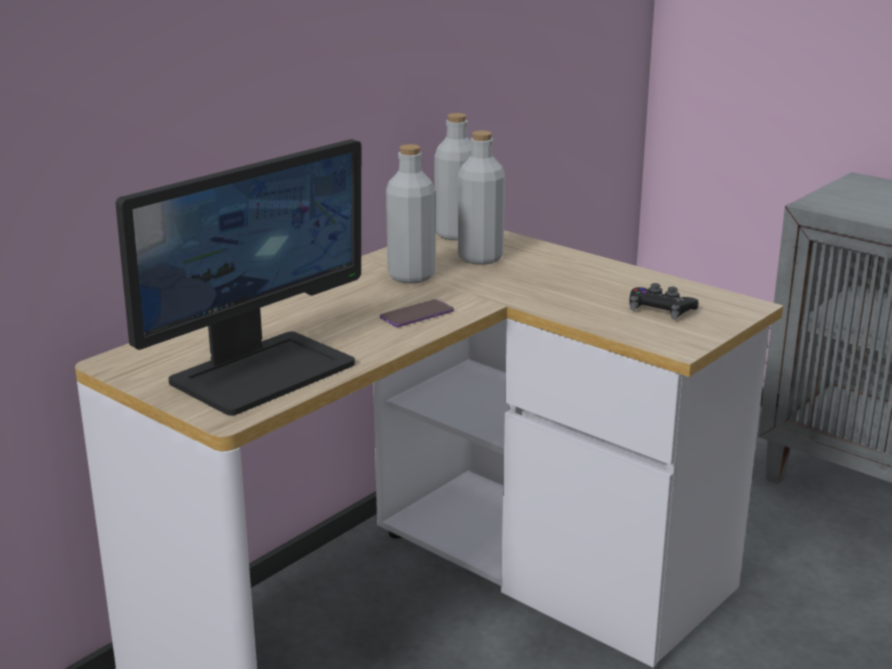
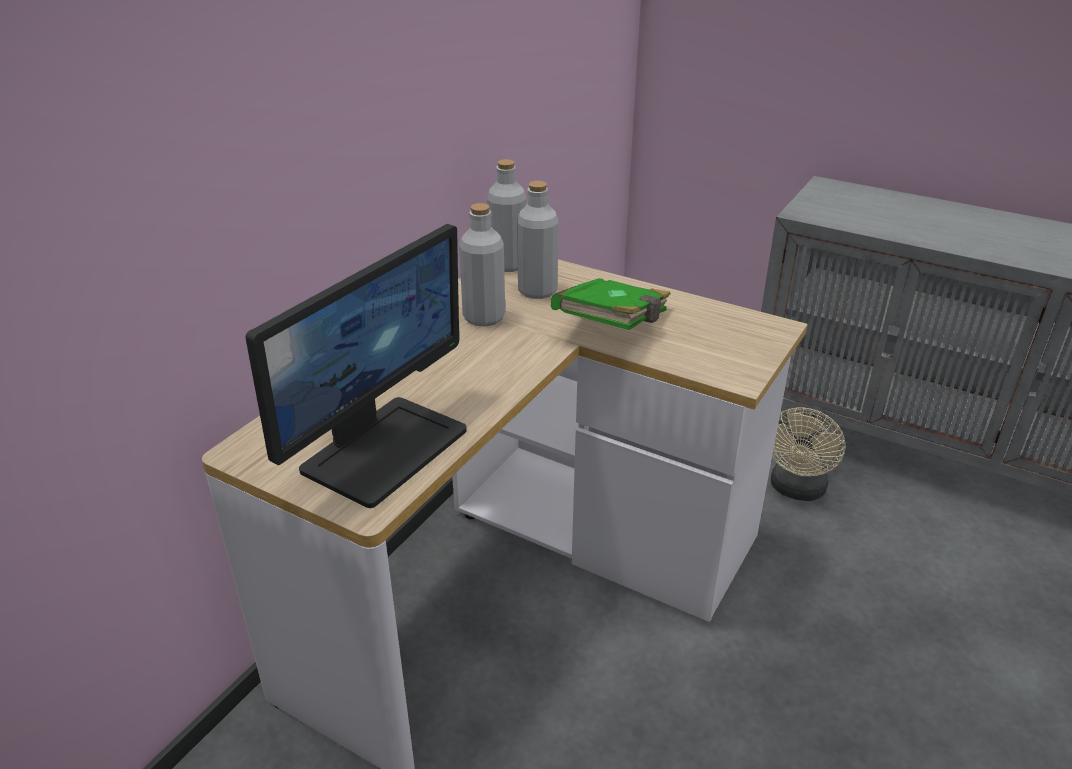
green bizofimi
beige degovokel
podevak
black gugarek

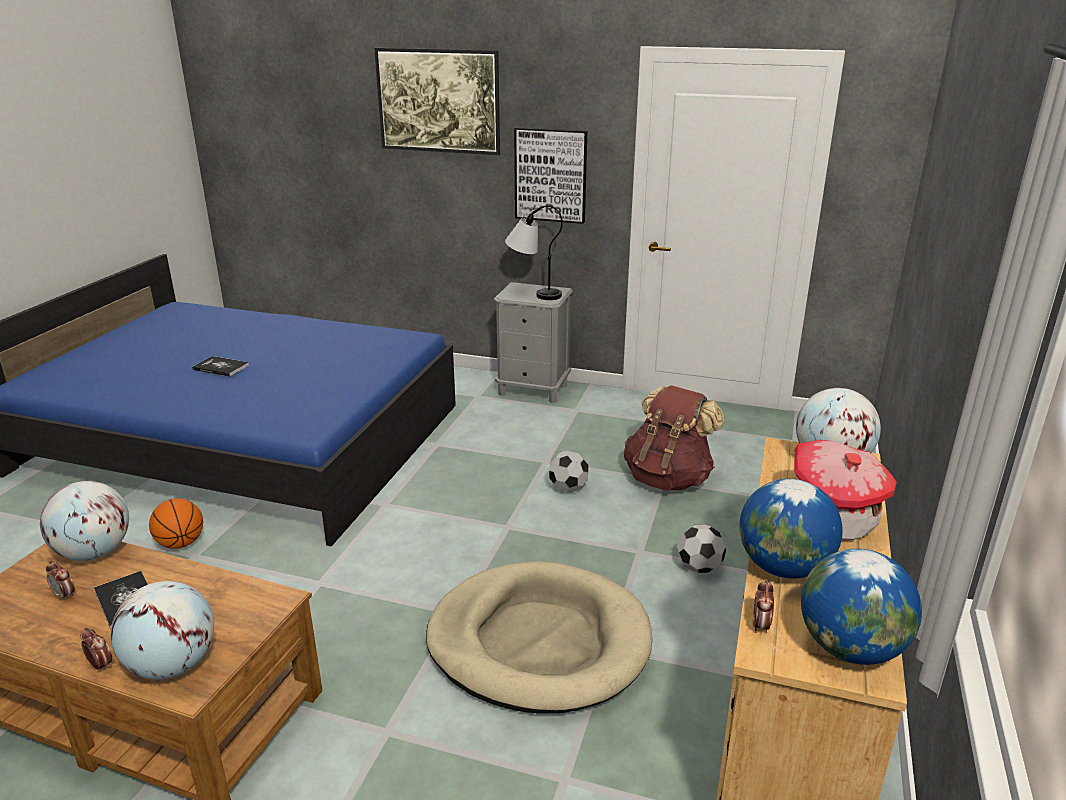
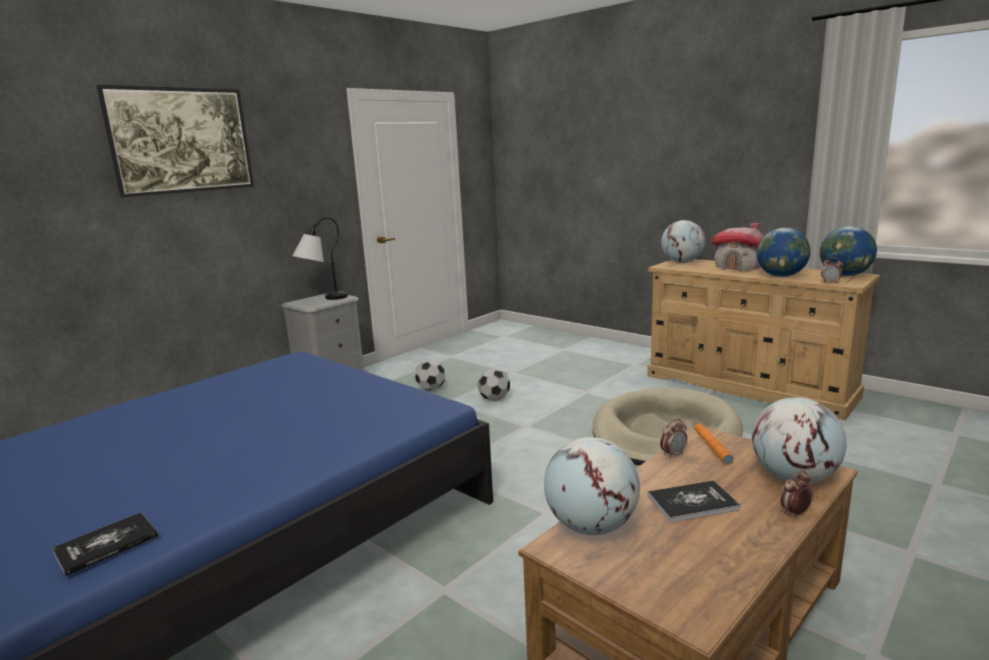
bizofimi (no. 1 from left)
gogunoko (no. 1 from left)
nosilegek (no. 1 from left)
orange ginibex
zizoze
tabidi (no. 2 from left in the first image)
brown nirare

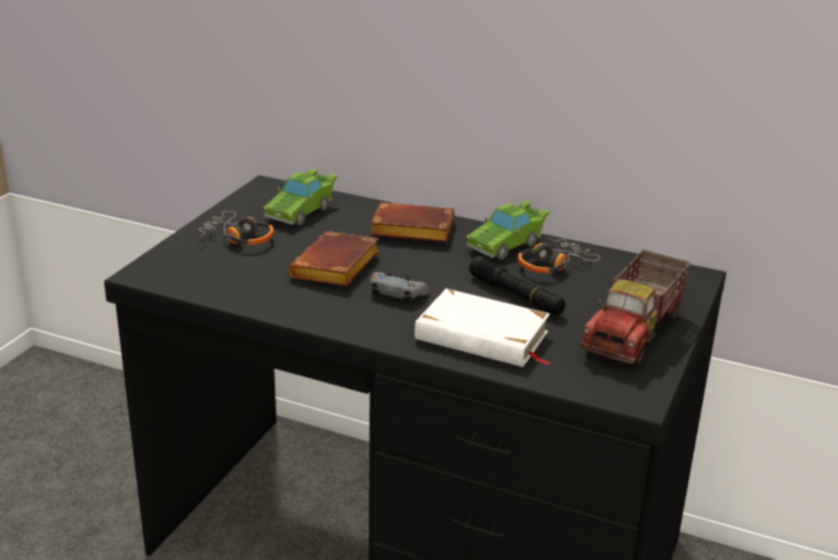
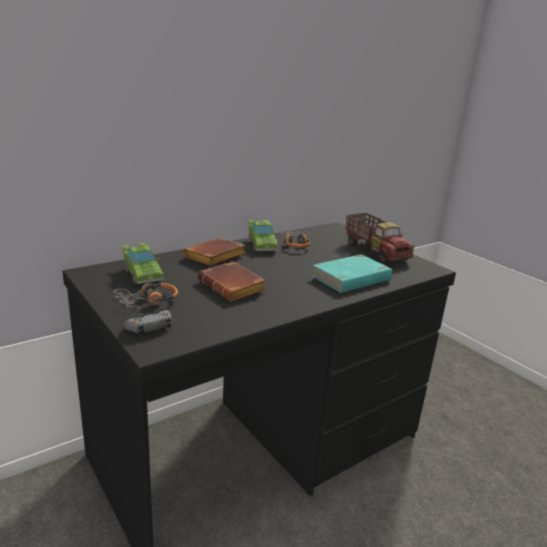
grey gugarek
turquoise bizofimi
black ginibex

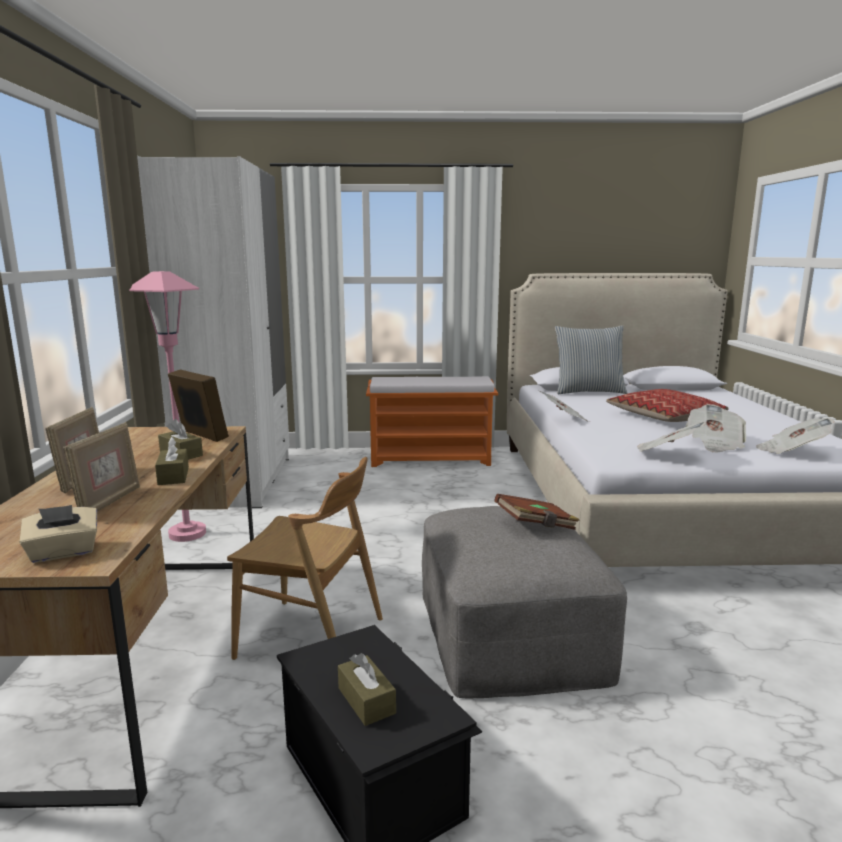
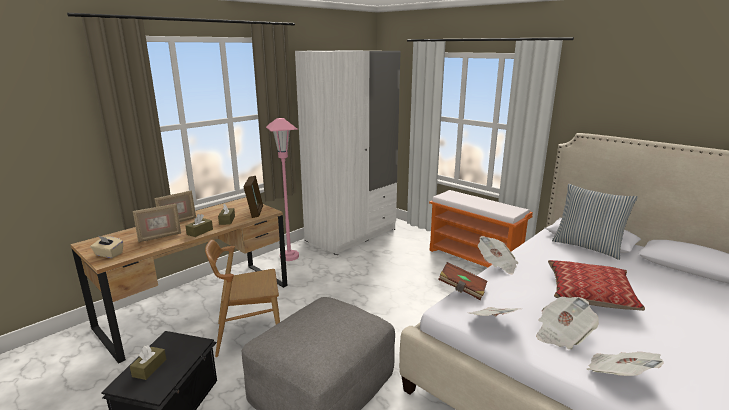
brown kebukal
brown bizofimi

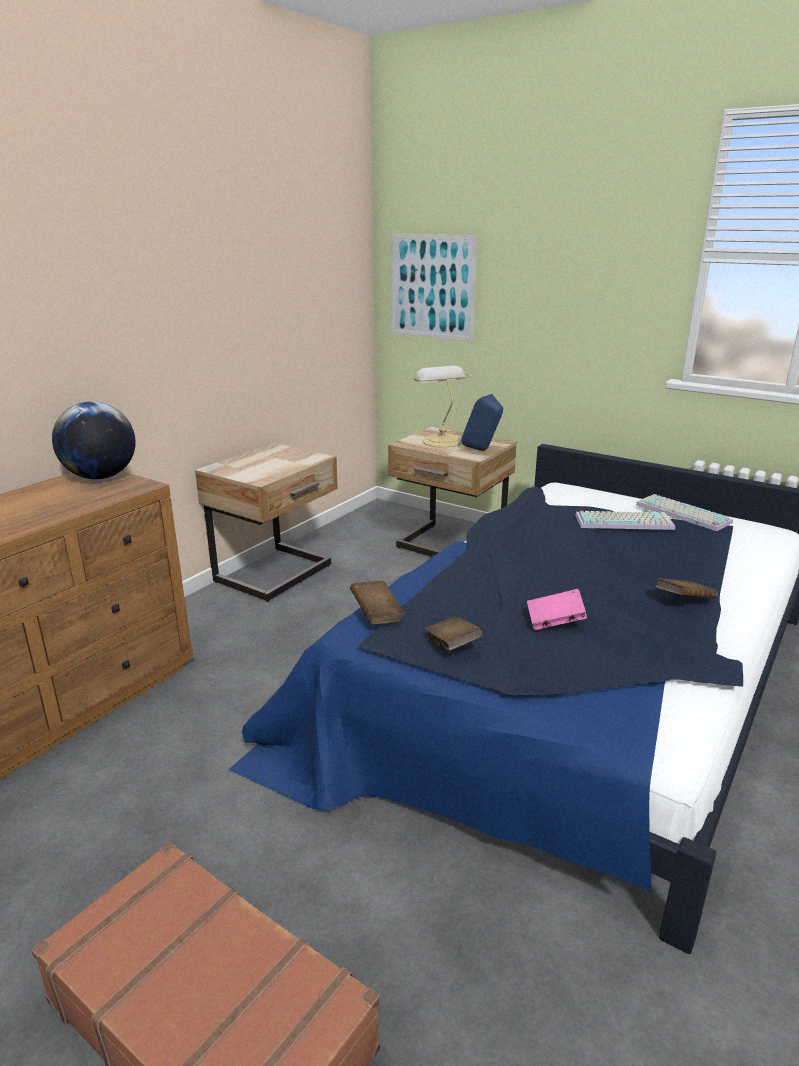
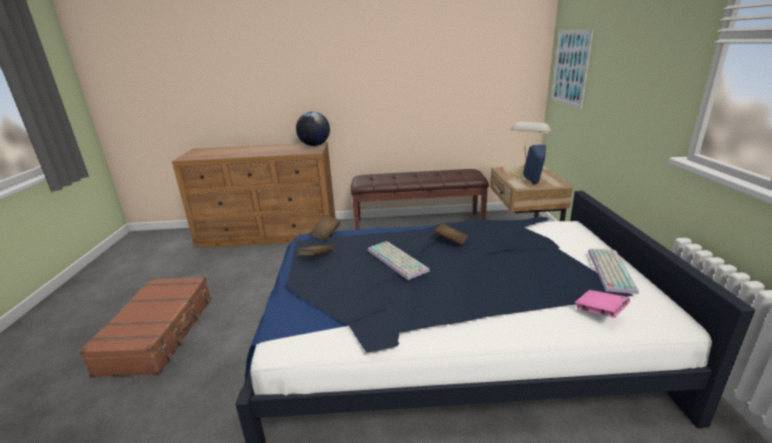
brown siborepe
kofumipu (no. 1 from left)
brown bizofimi (no. 3 from left)
pink bizofimi

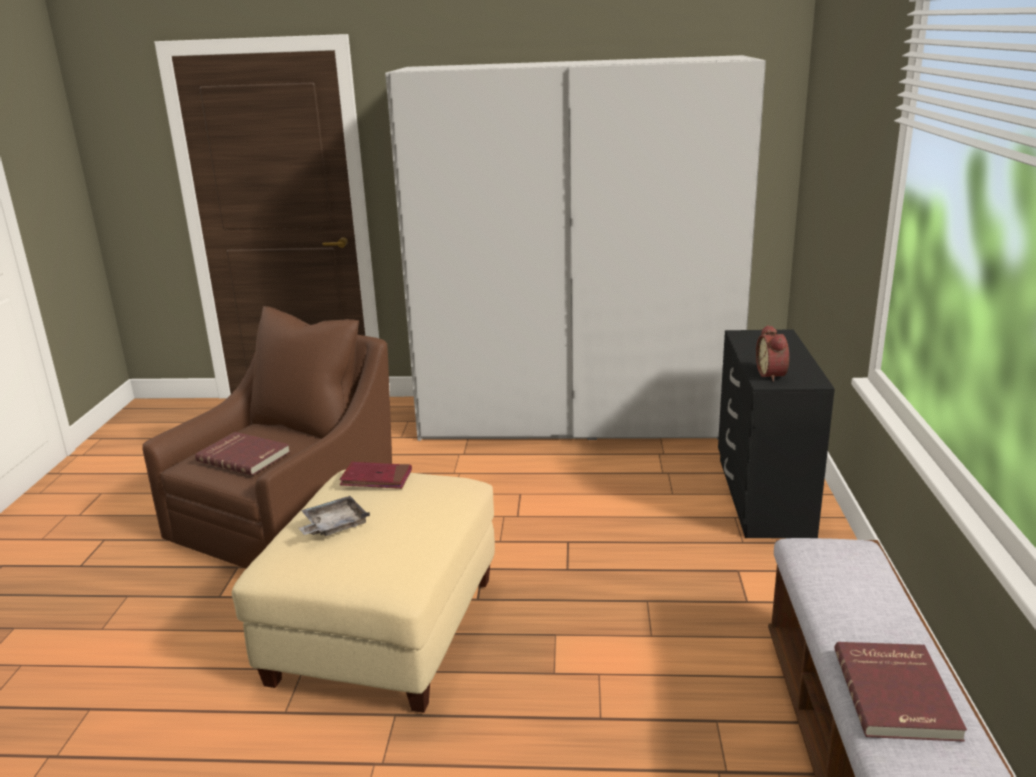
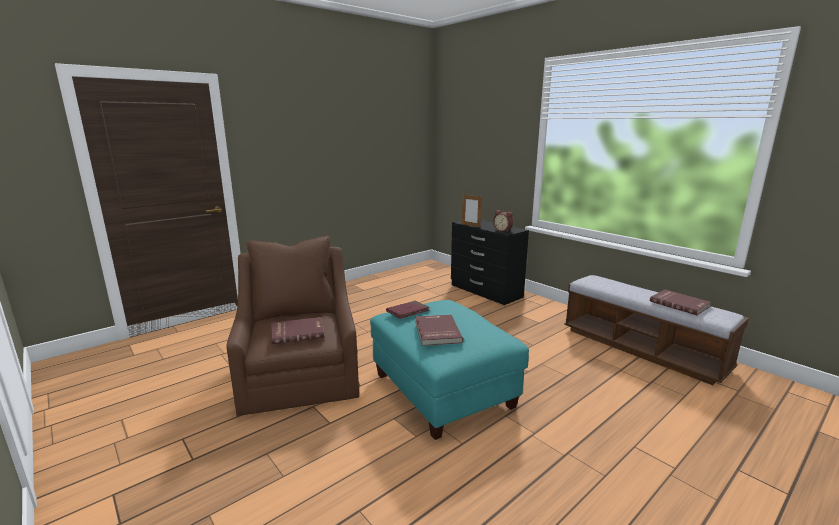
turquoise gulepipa
red bizofimi (no. 3 from left)
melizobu
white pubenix

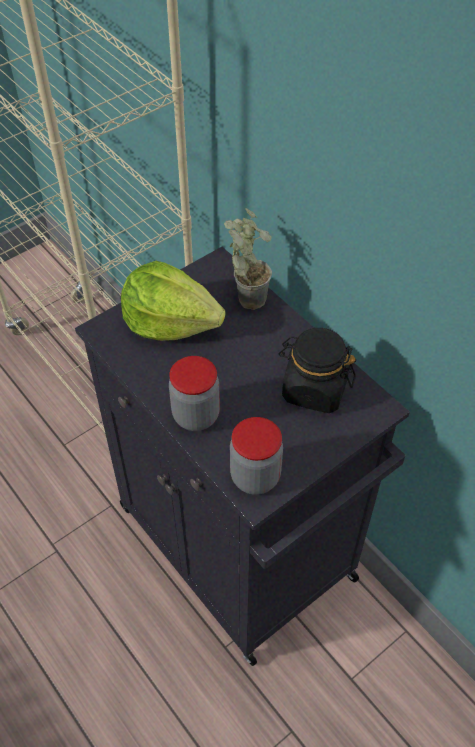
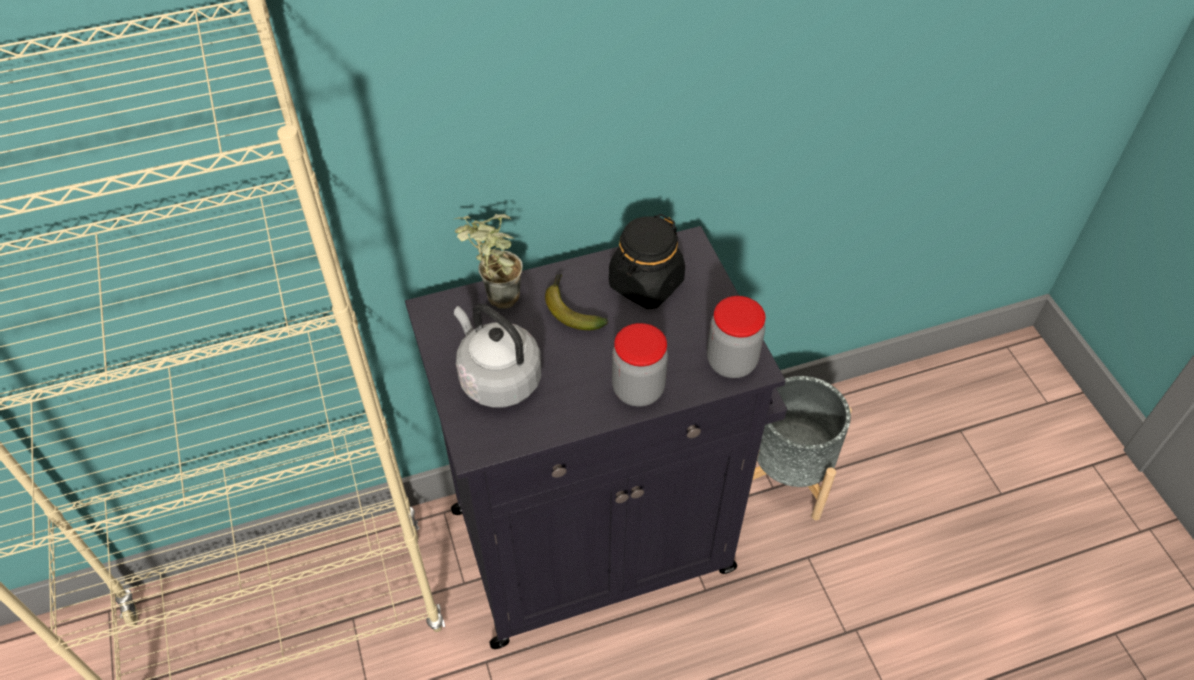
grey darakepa
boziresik
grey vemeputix

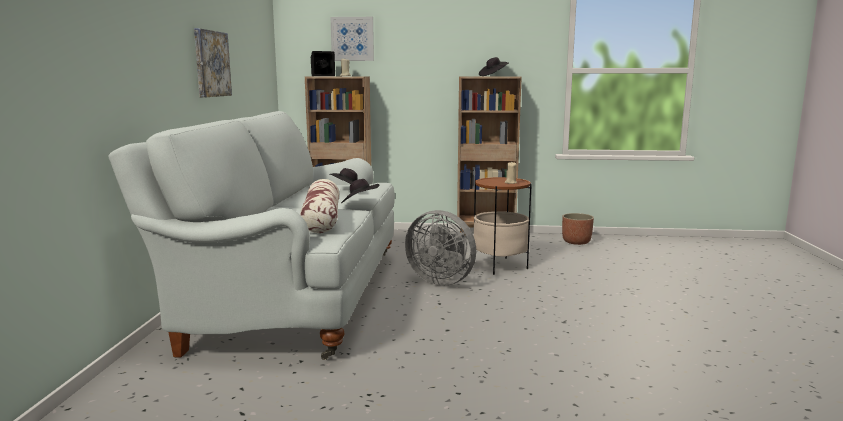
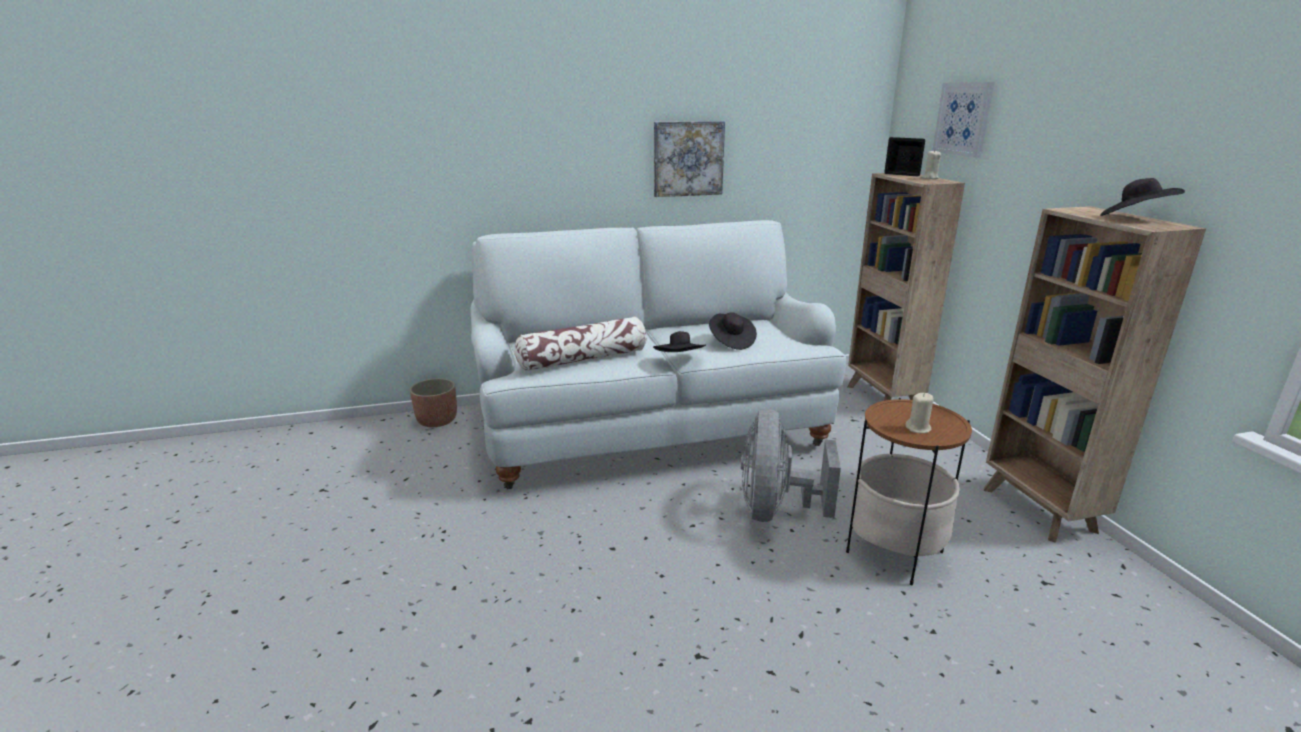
vemeputix

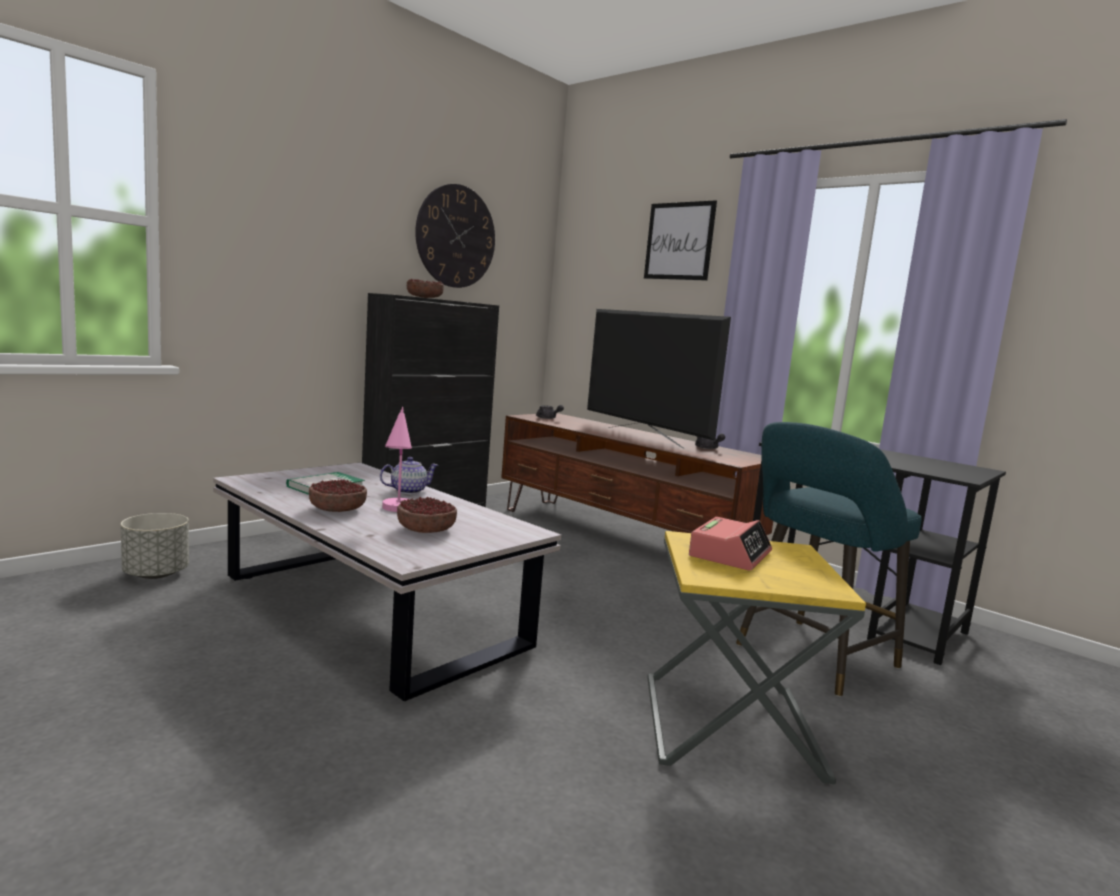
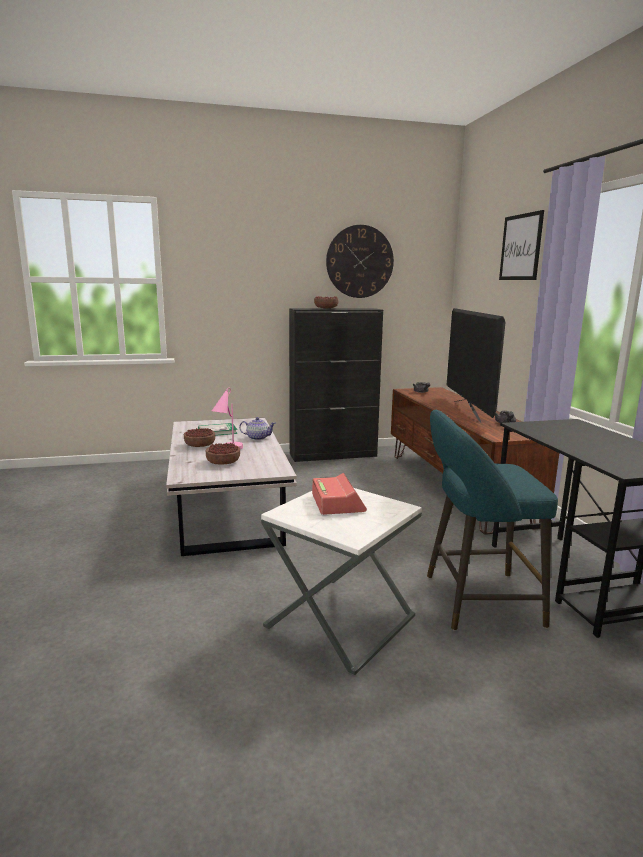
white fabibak
nosilegek
grey vemeputix

